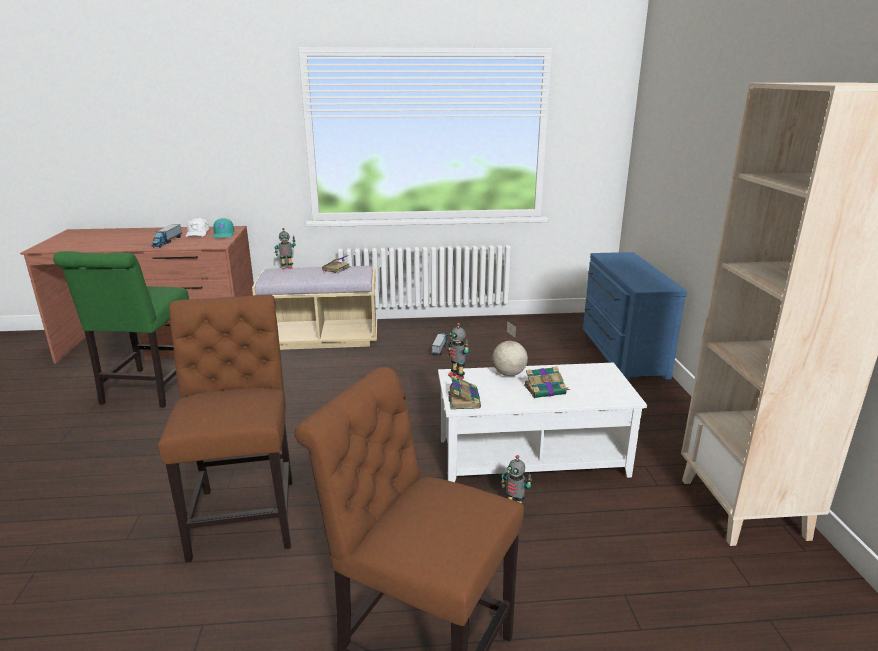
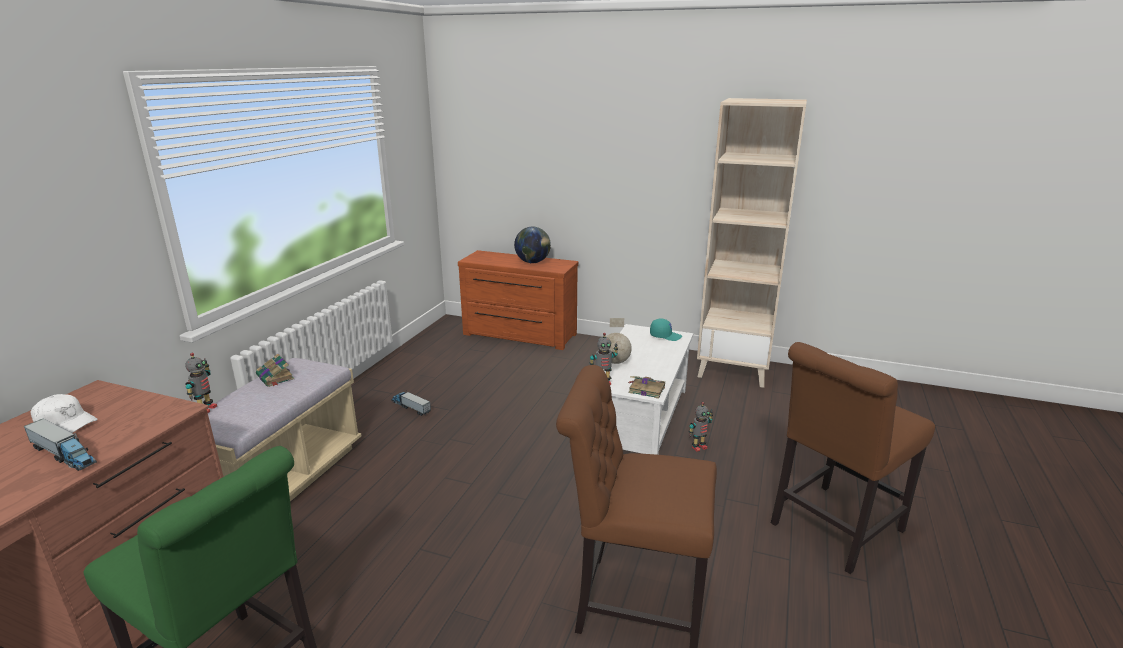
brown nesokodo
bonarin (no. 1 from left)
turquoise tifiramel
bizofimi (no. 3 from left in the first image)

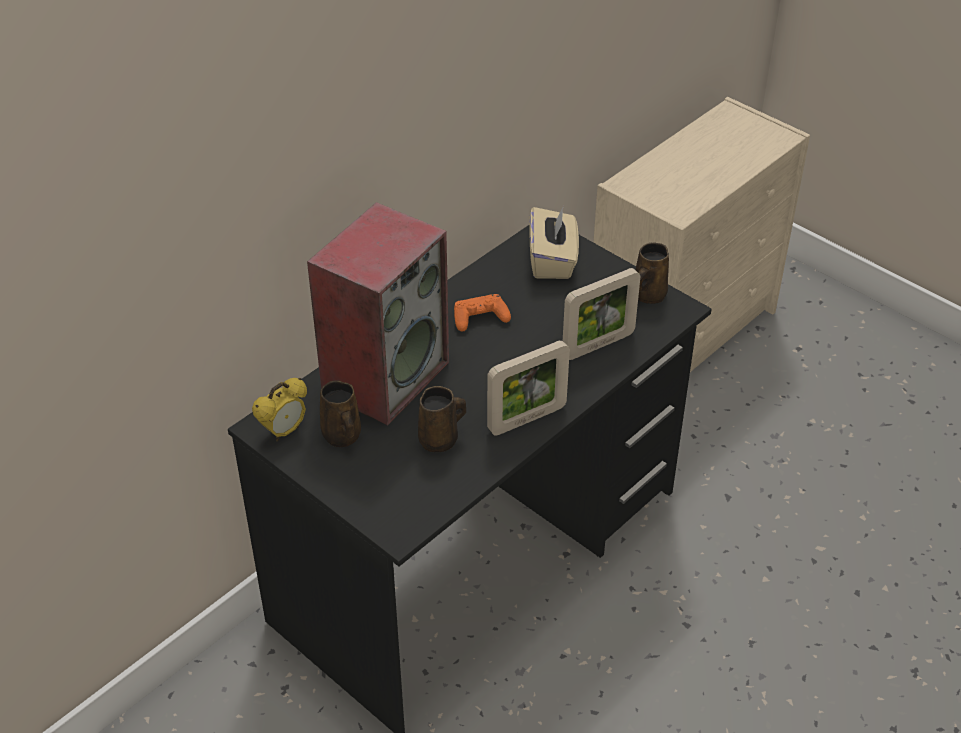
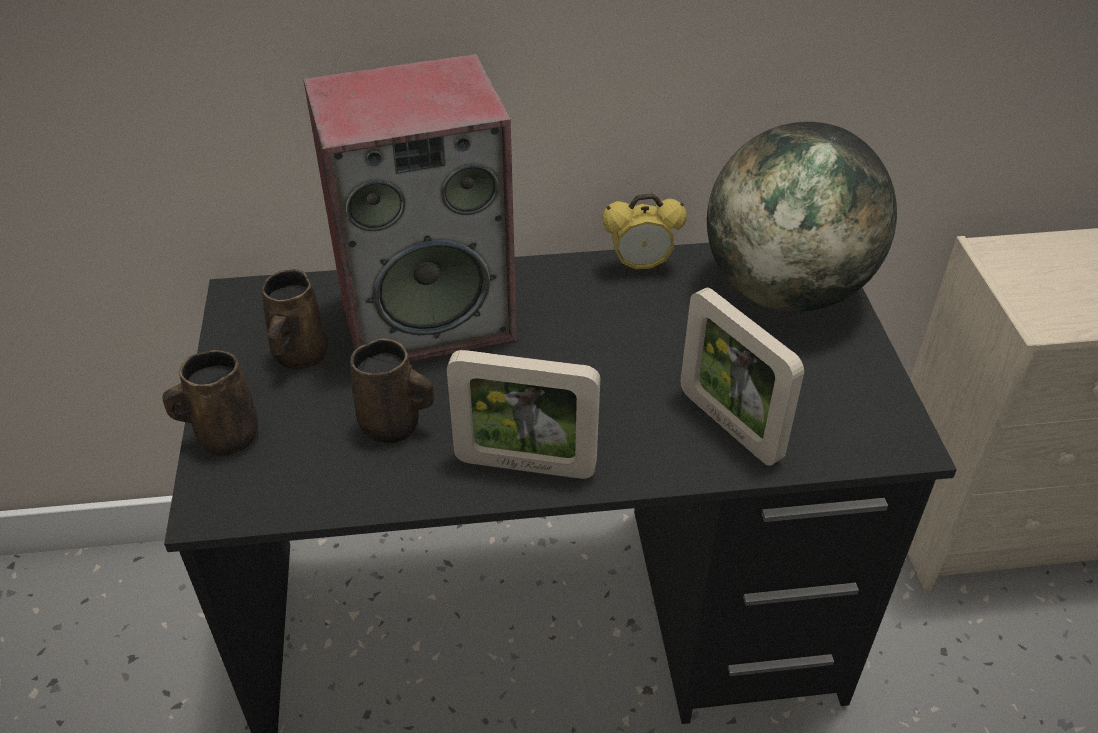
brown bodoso (no. 1 from left)
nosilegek
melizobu (no. 2 from left)
bonarin
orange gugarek

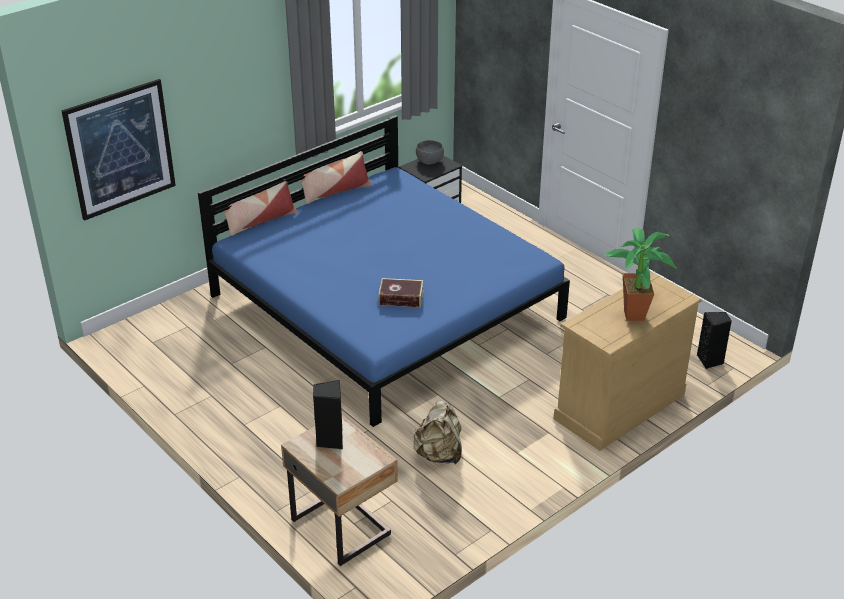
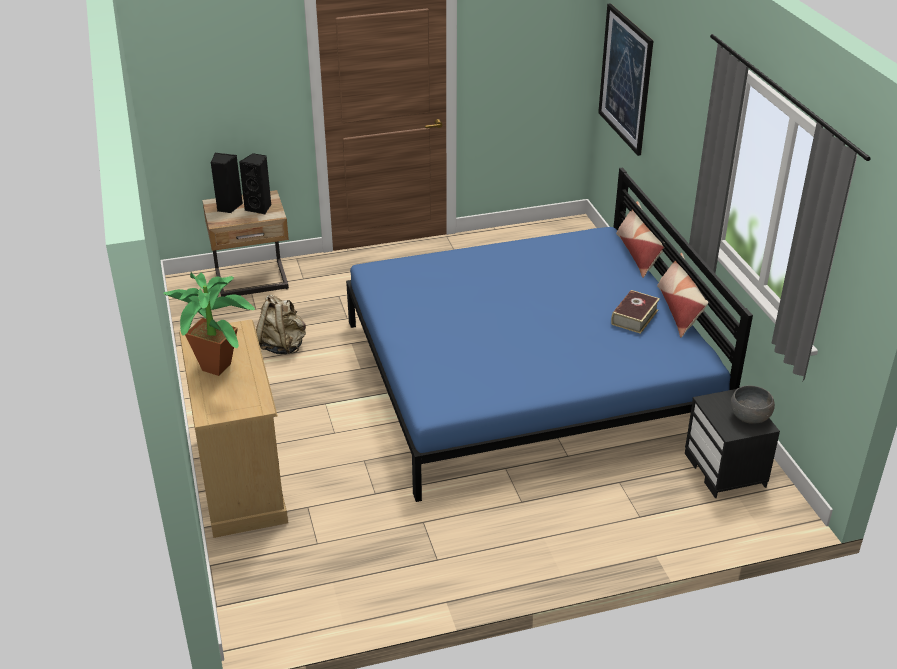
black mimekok (no. 1 from left)
bizofimi

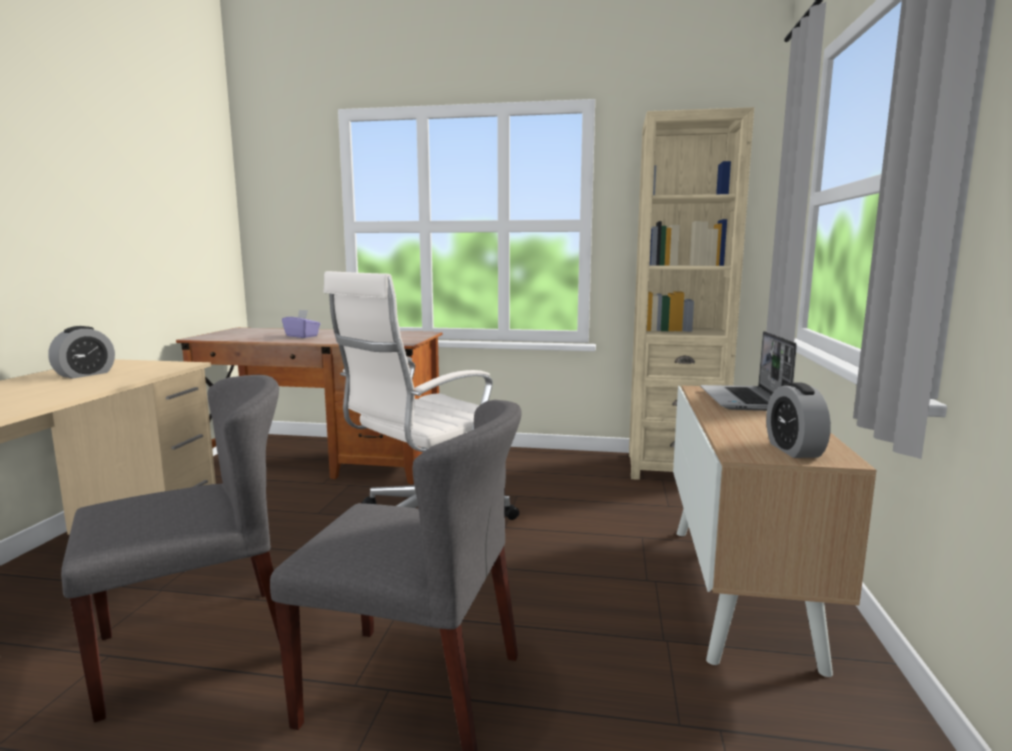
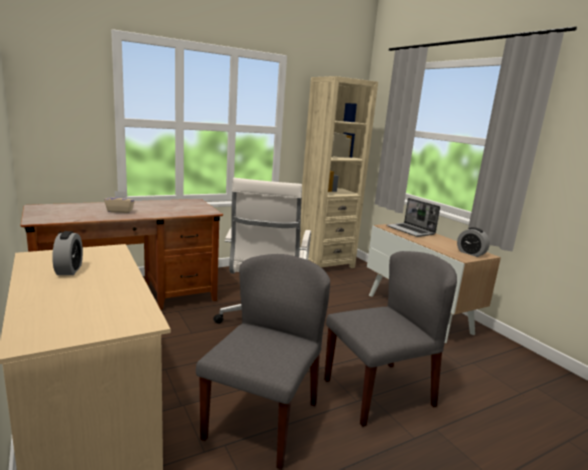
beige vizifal

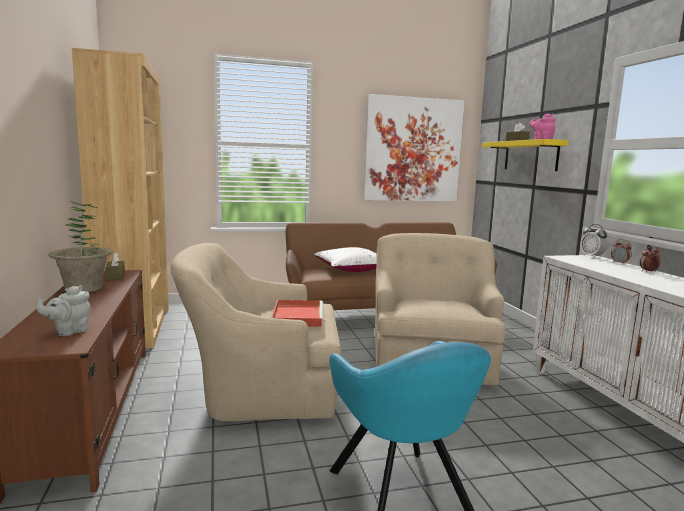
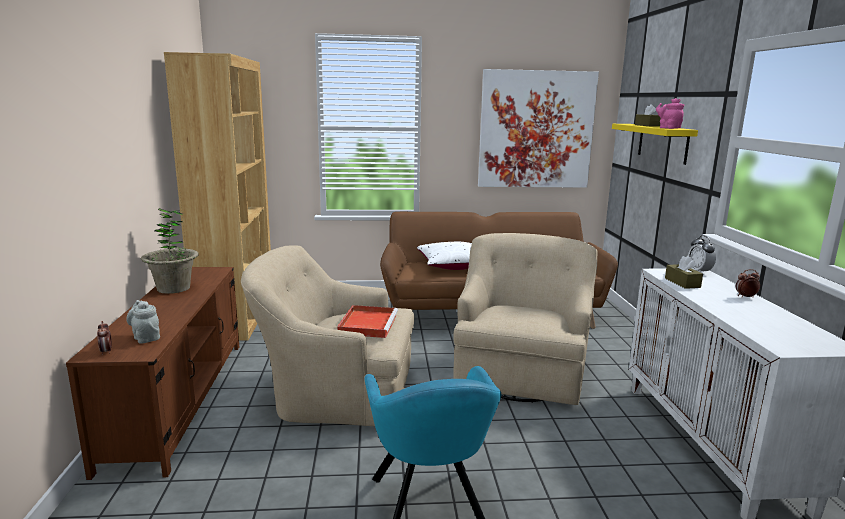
nosilegek (no. 1 from left)
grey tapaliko
brown vizifal (no. 2 from left)

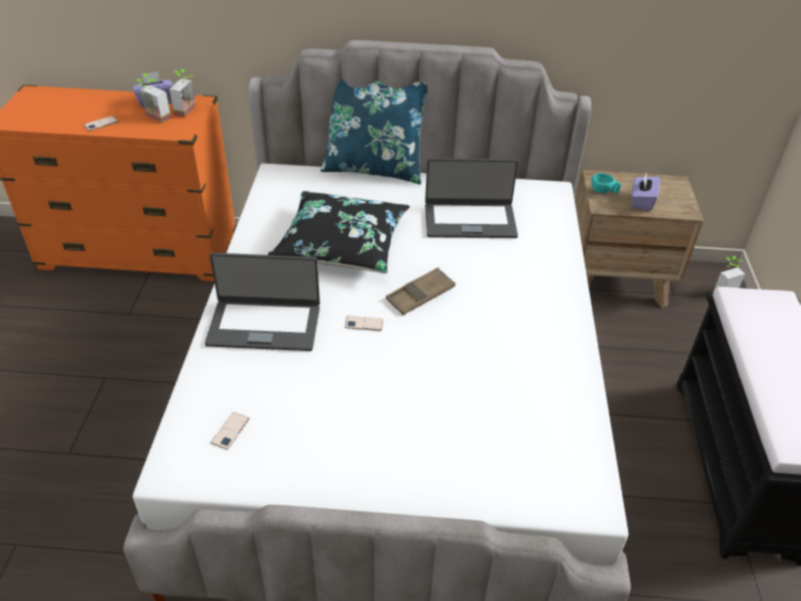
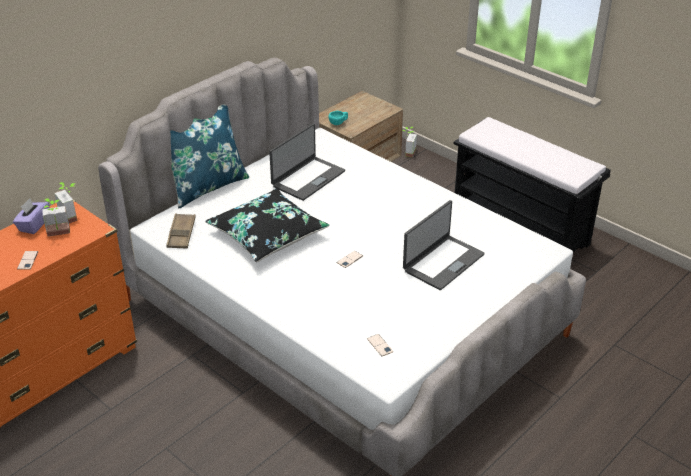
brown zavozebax
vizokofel (no. 2 from left)
purple vizifal (no. 2 from left in the first image)

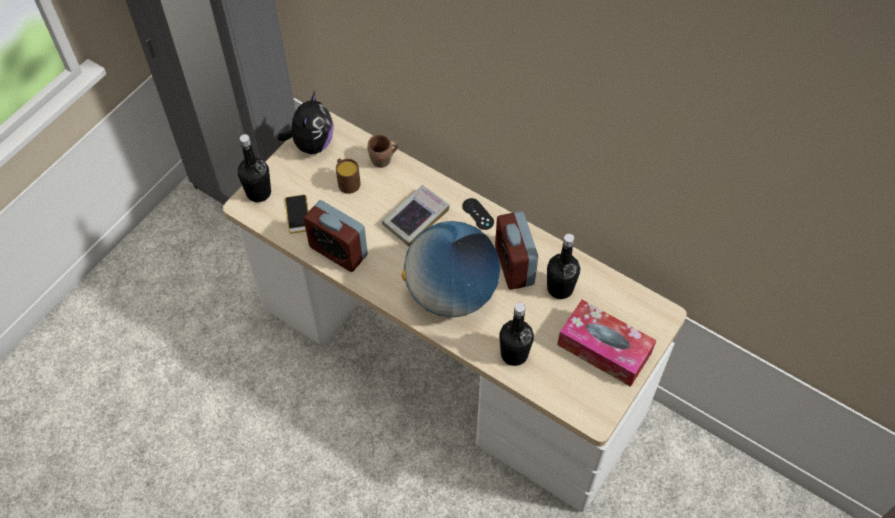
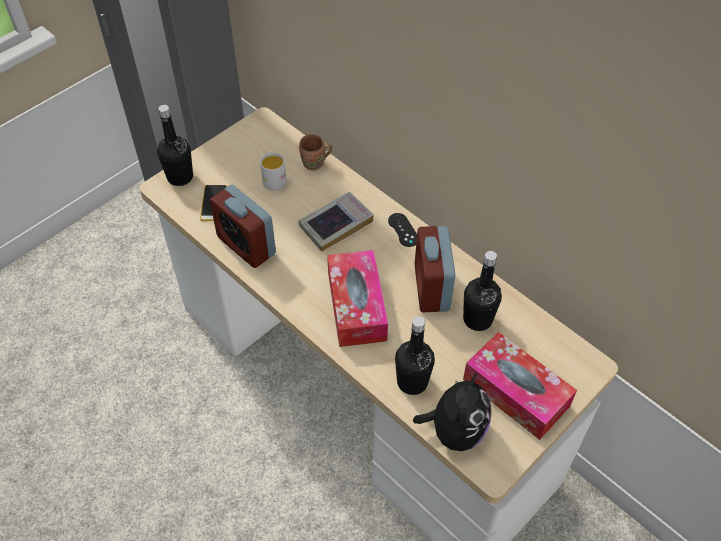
white bodoso
vizifal (no. 1 from left)
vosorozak

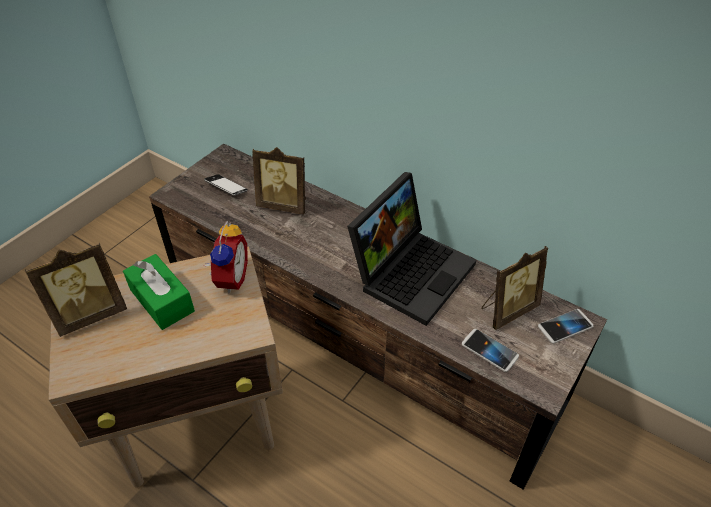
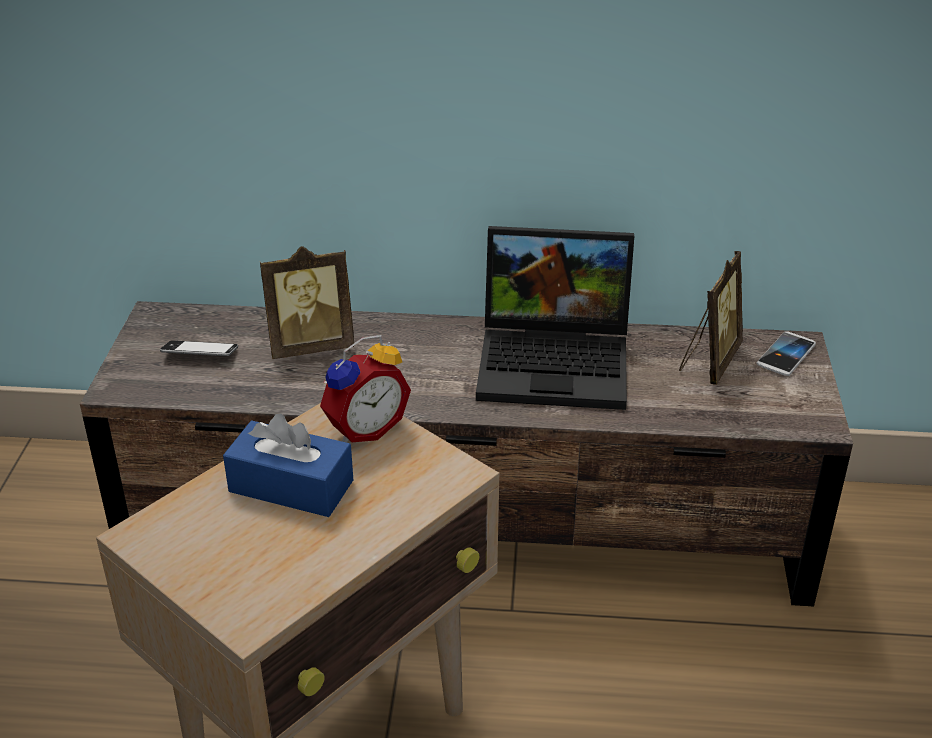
blue vizifal
nosilegek
vizokofel
melizobu (no. 1 from left in the first image)
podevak (no. 2 from left in the first image)

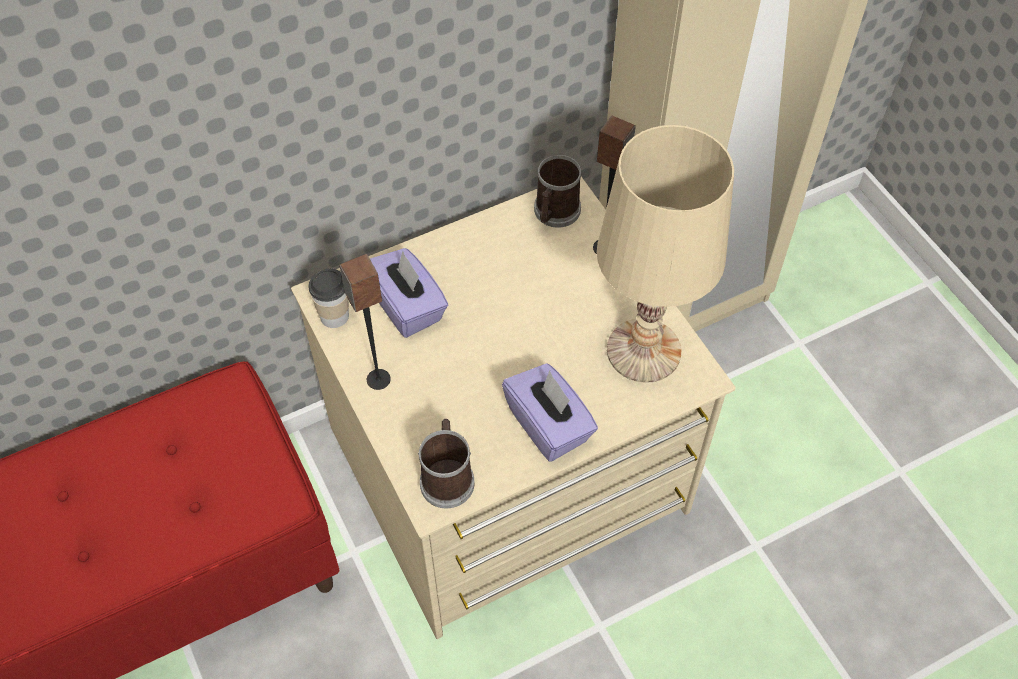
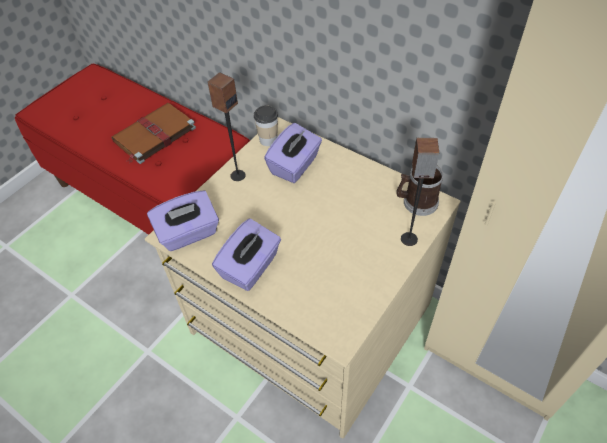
brown bizofimi
purple vizifal (no. 1 from left)
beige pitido

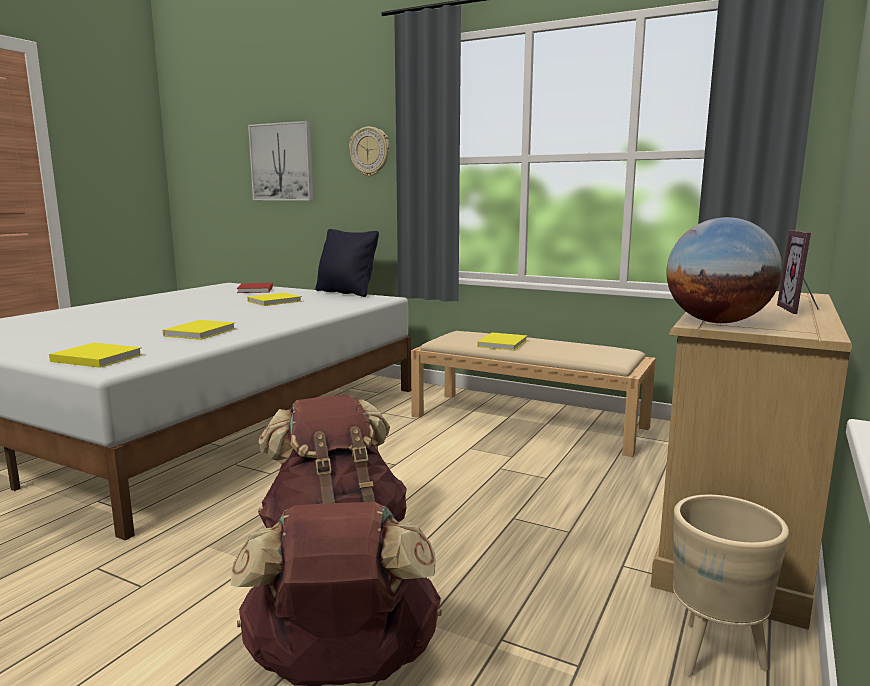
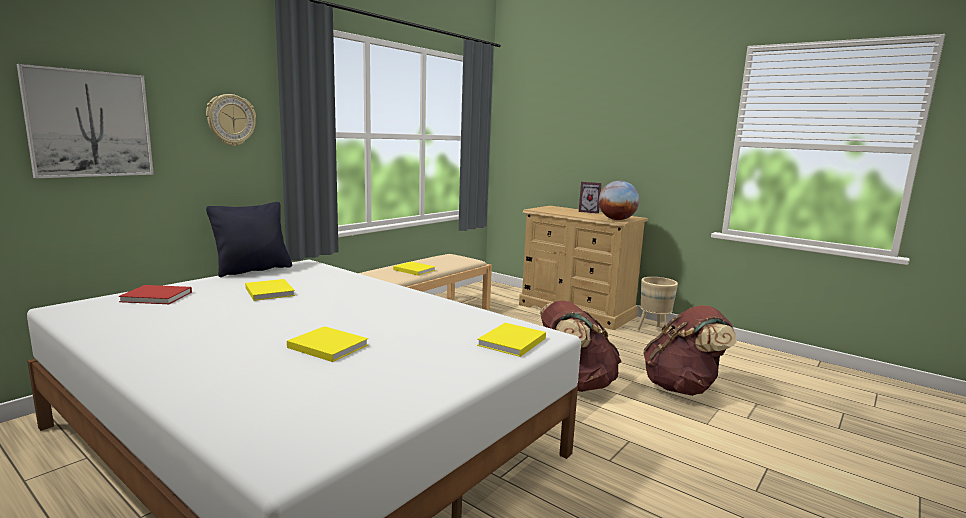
yellow bizofimi (no. 2 from left)

